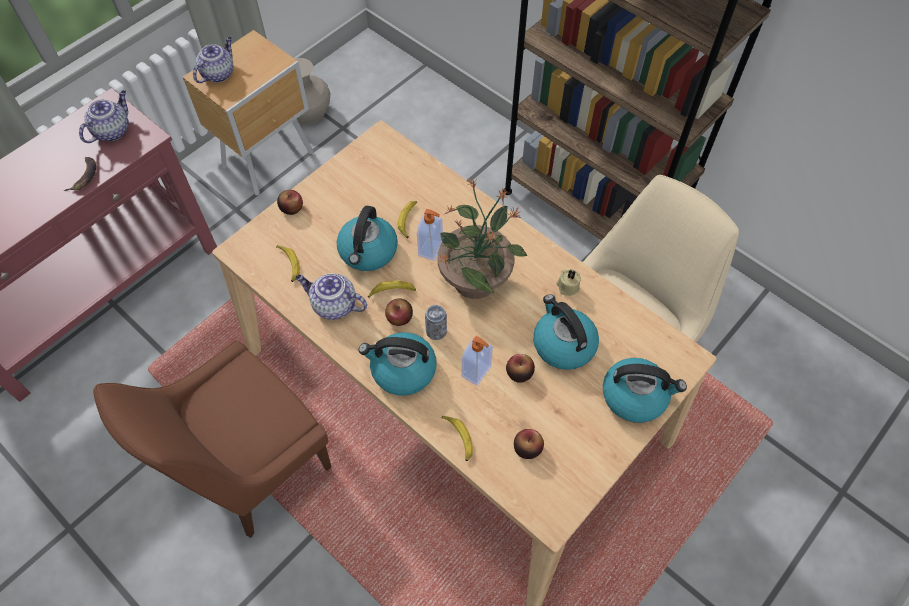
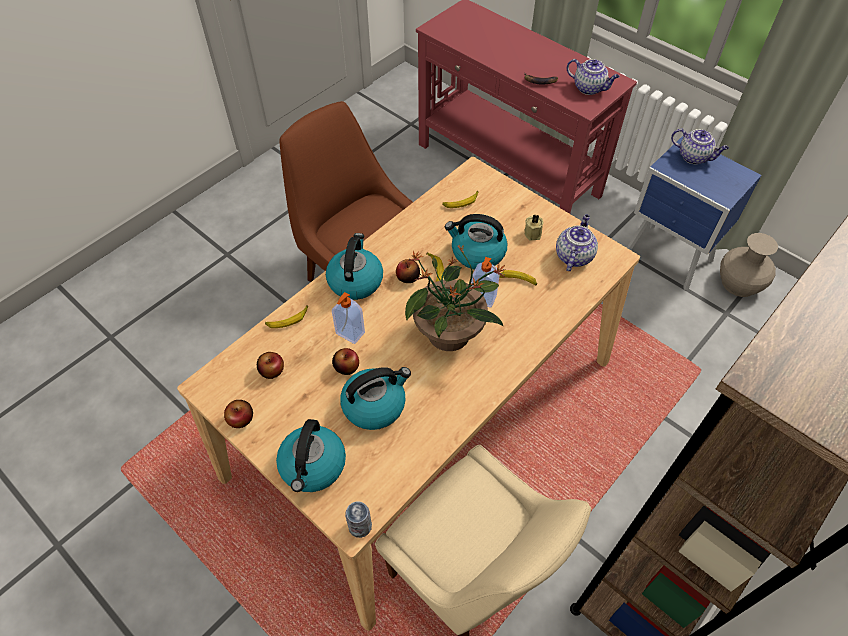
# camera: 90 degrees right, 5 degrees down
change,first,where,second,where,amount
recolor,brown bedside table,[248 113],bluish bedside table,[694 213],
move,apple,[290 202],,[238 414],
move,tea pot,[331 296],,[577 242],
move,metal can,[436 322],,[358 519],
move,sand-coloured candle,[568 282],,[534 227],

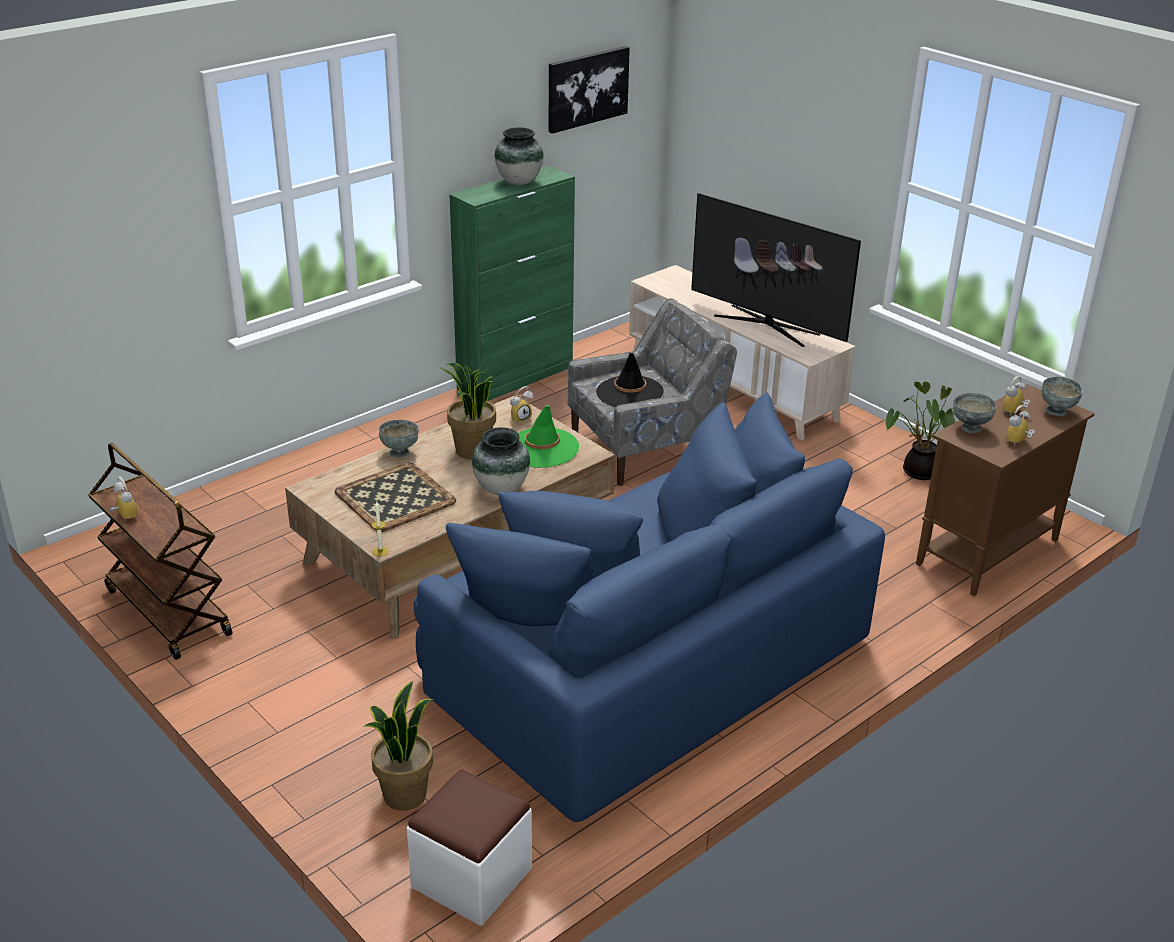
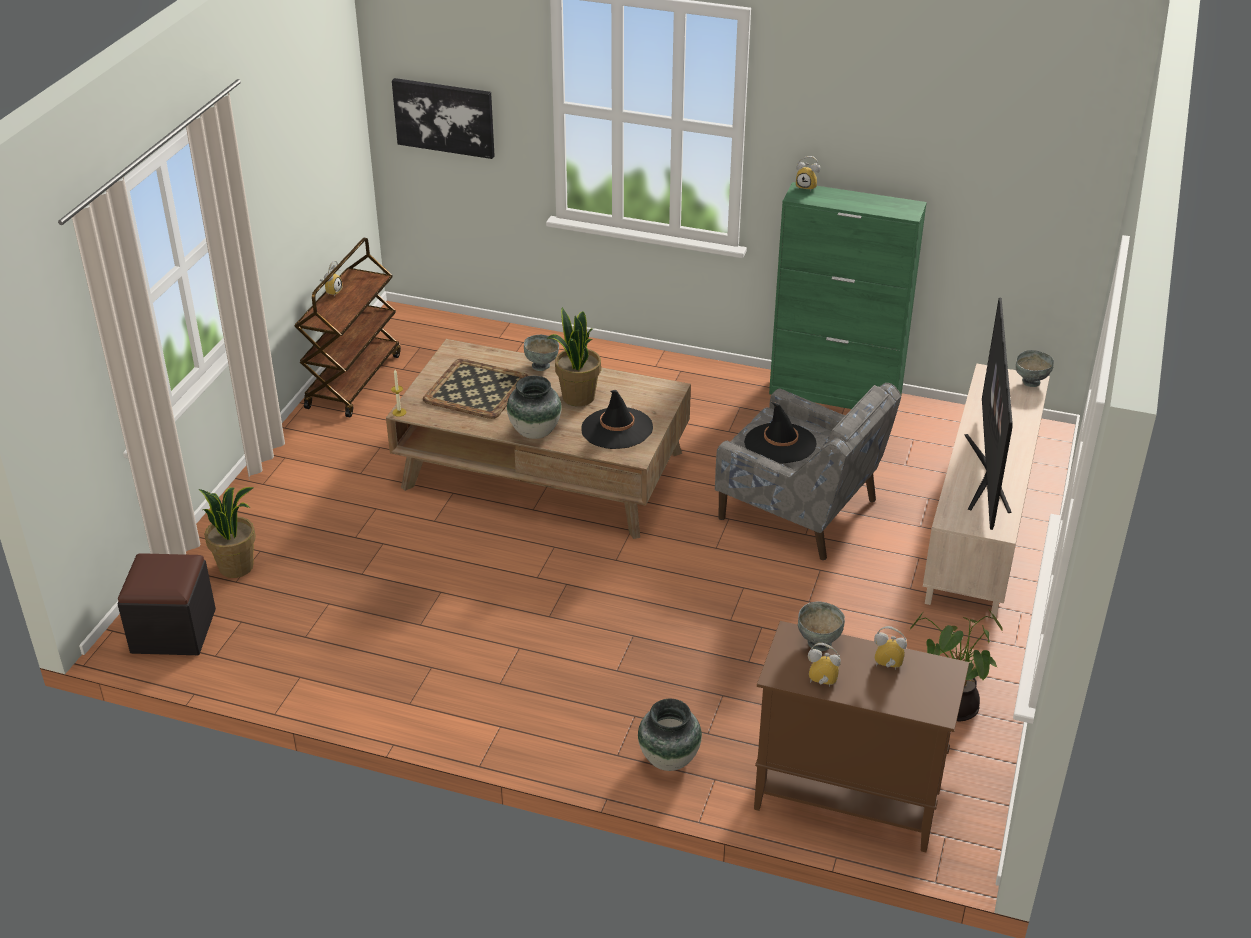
# camera: 60 degrees right, 5 degrees up
change,first,where,second,where,amount
recolor,whitish pouffe,[469 848],black pouffe,[167 604],
delete,bluish settee,[649 607],,,
move,flower vase,[519 156],,[670 735],
move,alarm clock,[521 404],,[808 173],
recolor,green-coloured wearable hat,[548 436],black wearable hat,[617 419],
move,wall art,[589 90],,[443 118],
move,grey serving bowl,[1062 396],,[1035 368],

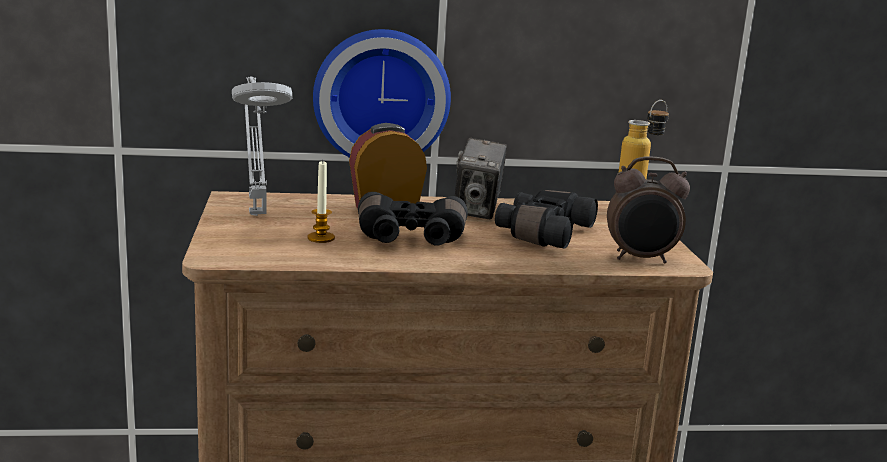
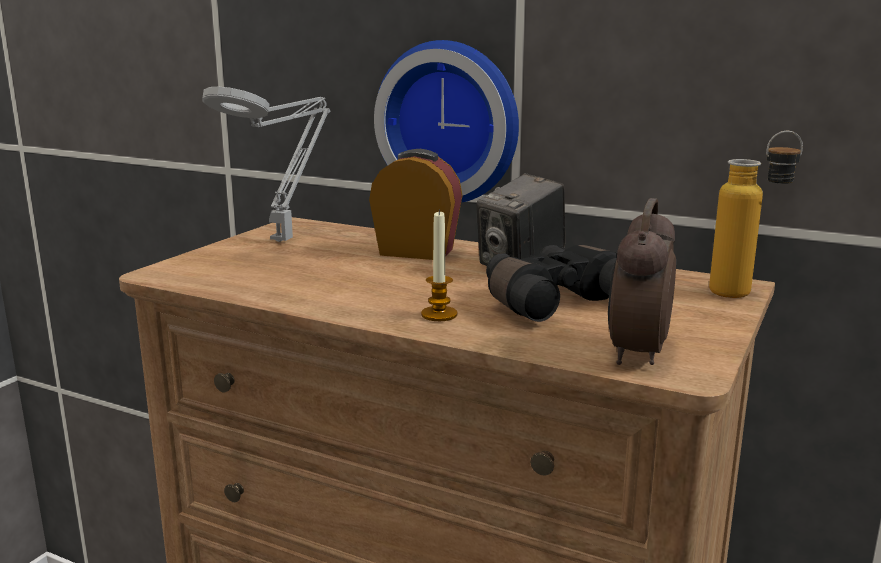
# camera: 35 degrees right, 0 degrees up
change,first,where,second,where,amount
move,candle,[321 202],,[439 265],
delete,black binoculars,[413 219],,,
rotate,alarm clock,[648 209],,[642 281],75 degrees clockwise

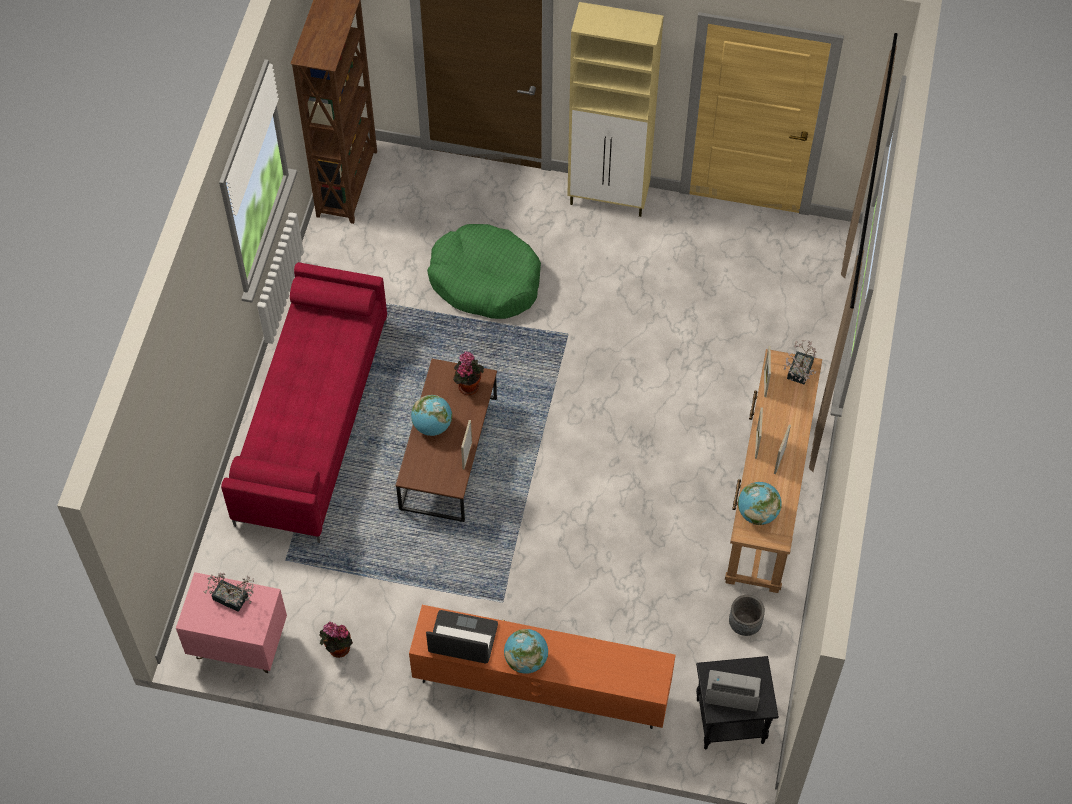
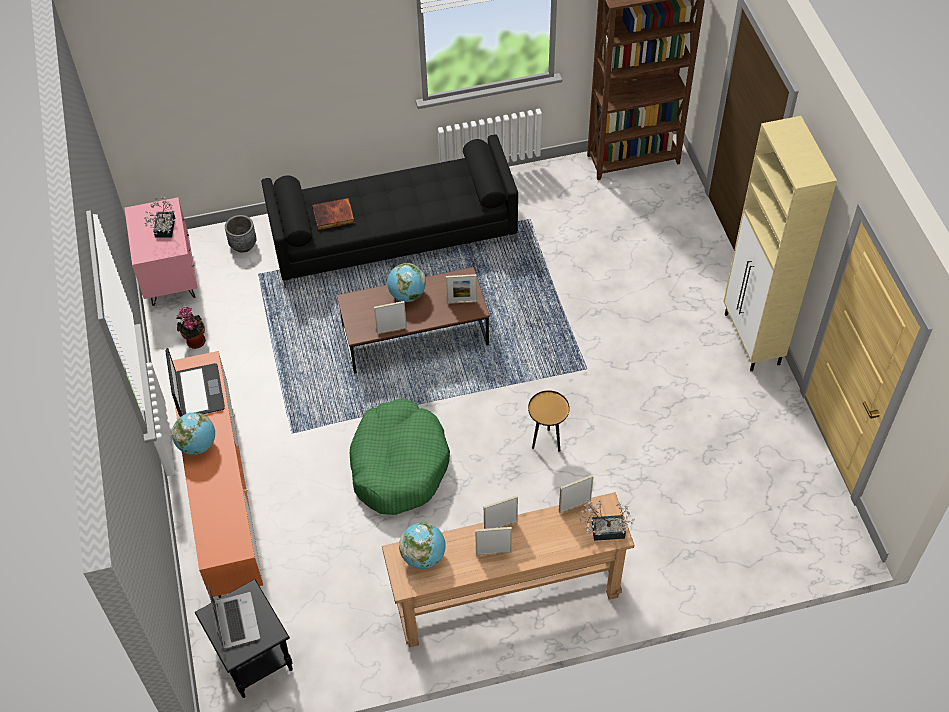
# camera: 65 degrees right, 5 degrees down
change,first,where,second,where,amount
recolor,red-coloured settee,[304 402],black settee,[389 211],
move,green-coloured dog cushion,[484 271],,[399 456],
replace,houseplant,[468 373],standing frame,[461 289],
move,grey planter,[747 615],,[241 234],
insert,,,volume,[333 214],
insert,,,brown accent table,[549 421],

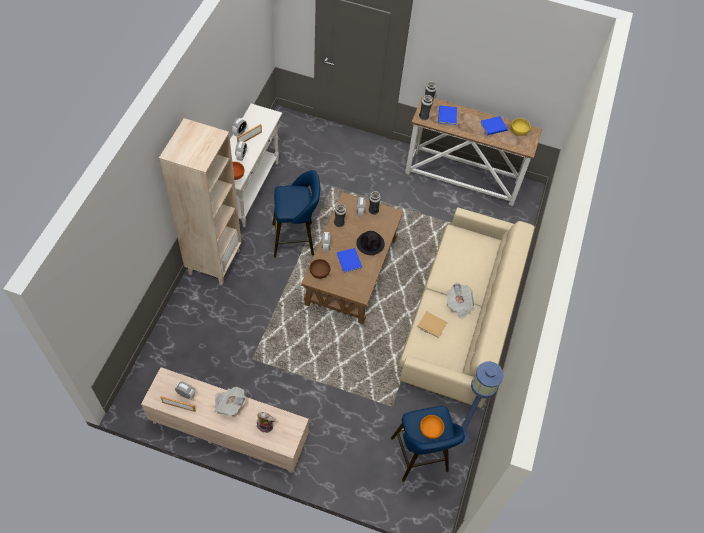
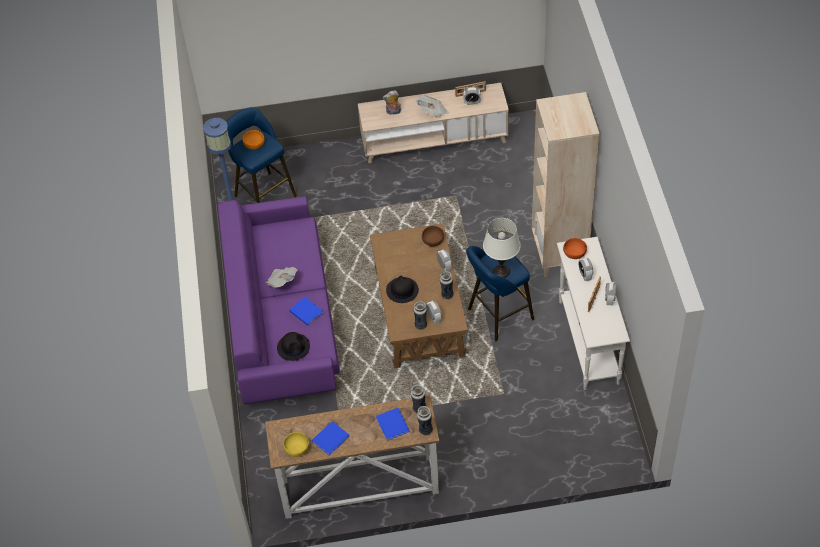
# camera: 160 degrees right, 5 degrees down
change,first,where,second,where,amount
move,bluish volume,[349 260],,[306 311],
recolor,sand-coloured settee,[466 307],purplish settee,[279 300],
delete,sand-coloured volume,[432 324],,,
insert,,,black wearable hat,[293 346],
insert,,,whitish tabletop lamp,[502 248],

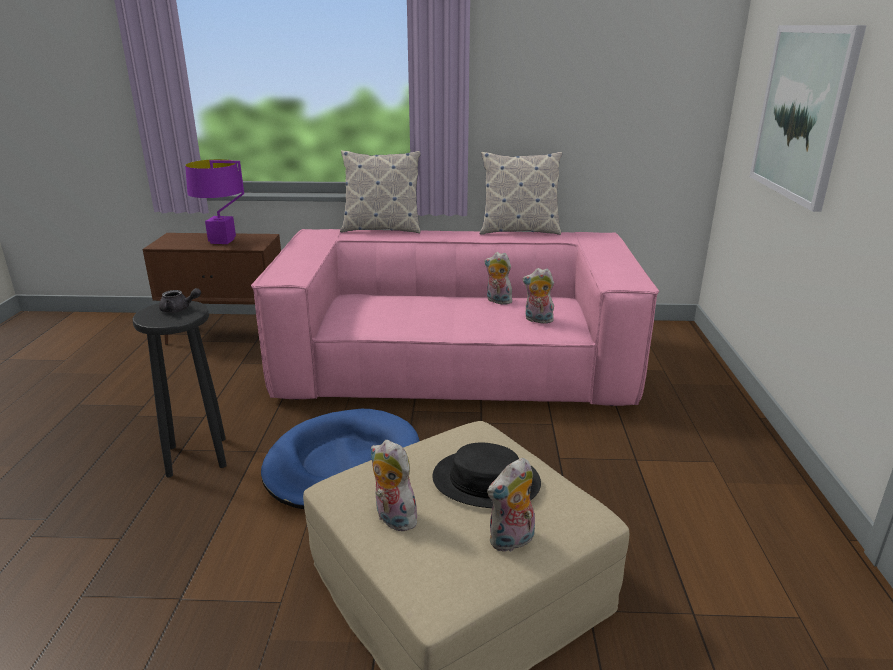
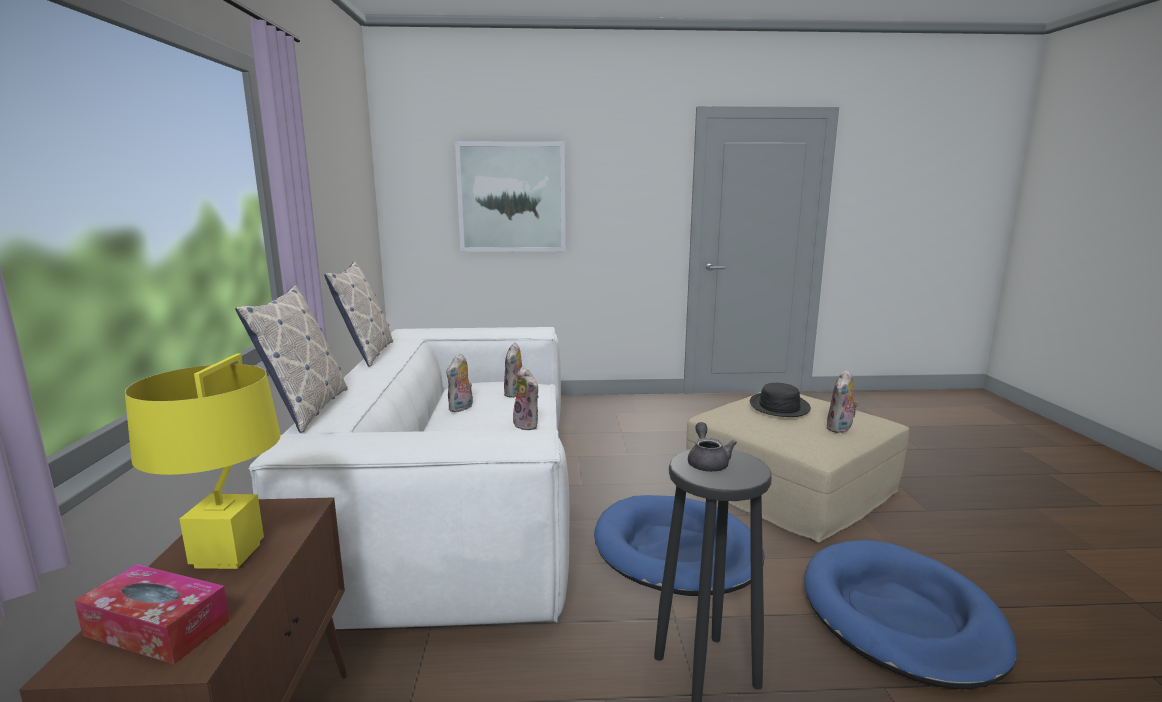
# camera: 95 degrees left, 10 degrees down
change,first,where,second,where,amount
recolor,purplish tabletop lamp,[214 201],yellow tabletop lamp,[203 461],
recolor,pink-coloured settee,[455 317],whitish settee,[409 478],
move,plush toy,[511 505],,[526 398],
insert,,,tissue box,[152 614],
insert,,,bluish dog cushion,[910 614],

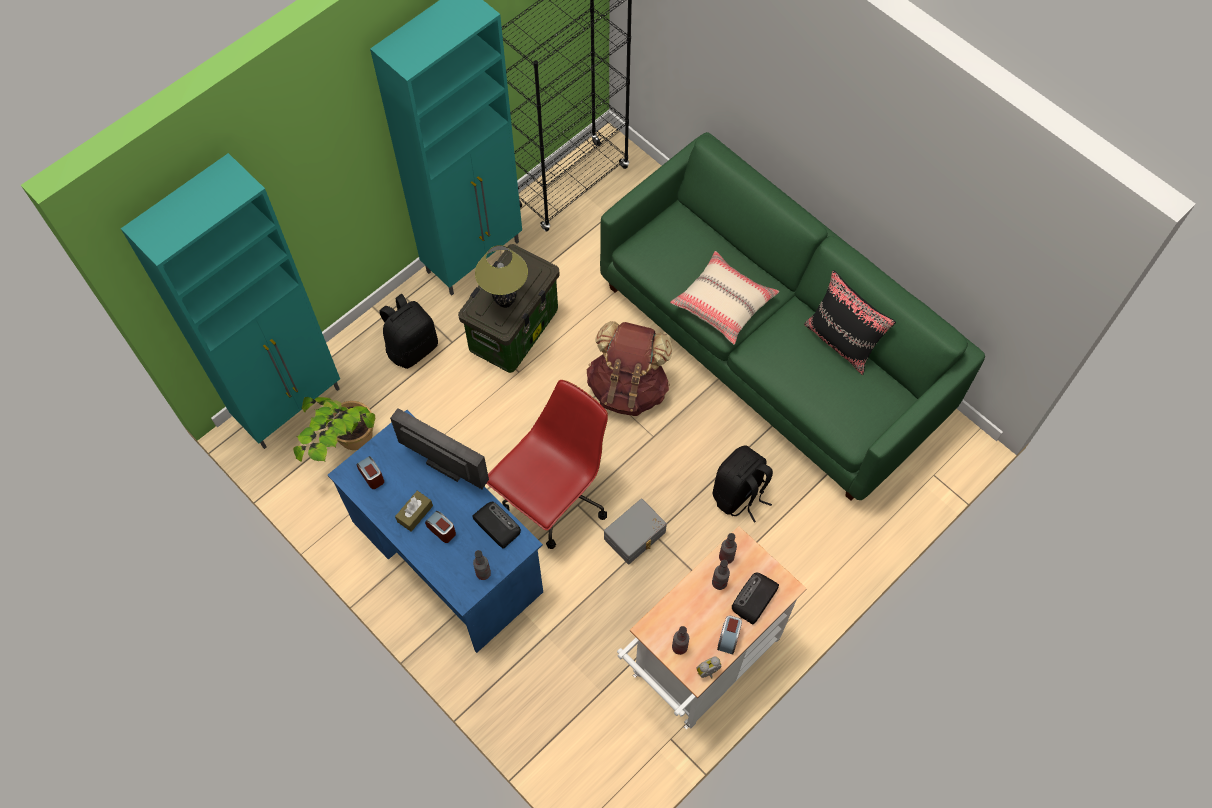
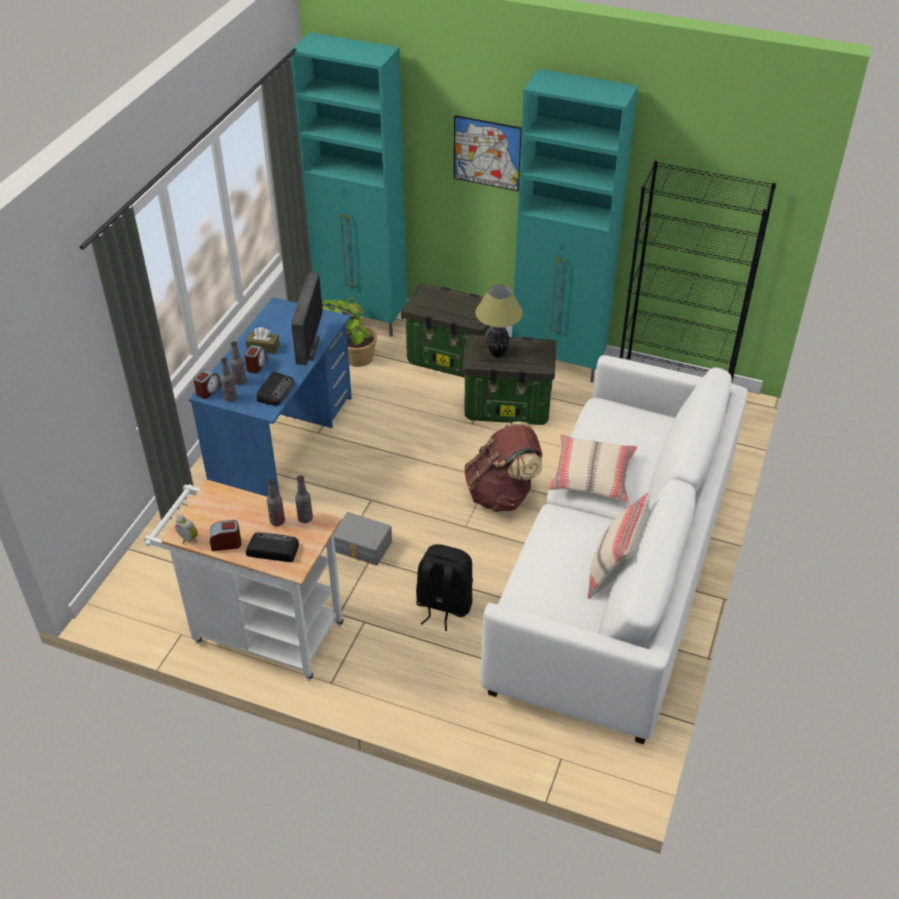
# camera: 65 degrees right, 20 degrees down
change,first,where,second,where,amount
move,alarm clock,[370 472],,[207 384],
replace,black backpack,[408 331],storage bin,[447 330],
delete,red-coloured desk chair,[547 464],,,
recolor,green-coloured settee,[792 316],whitish settee,[614 549],
move,beverage bottle,[680 640],,[238 363],
recolor,black cushion,[850 322],sand-coloured cushion,[619 545],
insert,,,wall art,[488 153],

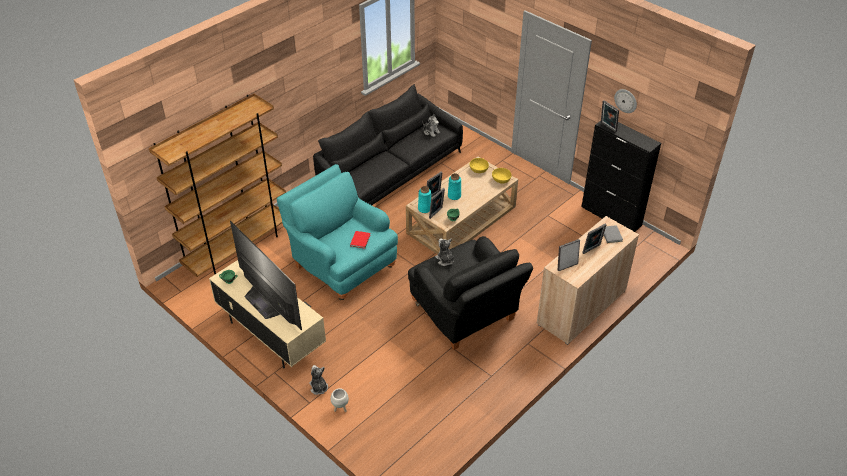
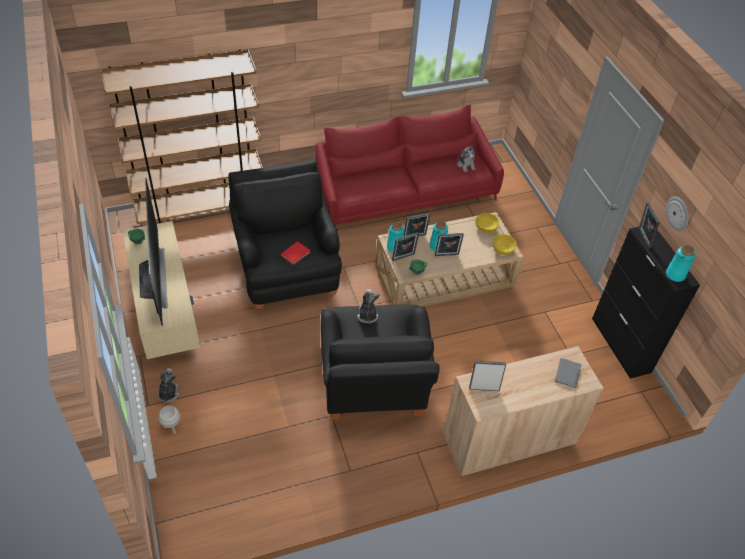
# camera: 25 degrees right, 5 degrees up
change,first,where,second,where,amount
recolor,blue-green easy chair,[337 232],black easy chair,[285 235],
recolor,black settee,[388 144],red-coloured settee,[409 165],
move,standing frame,[594 239],,[449 244],
insert,,,blue-green flower vase,[681 263],

